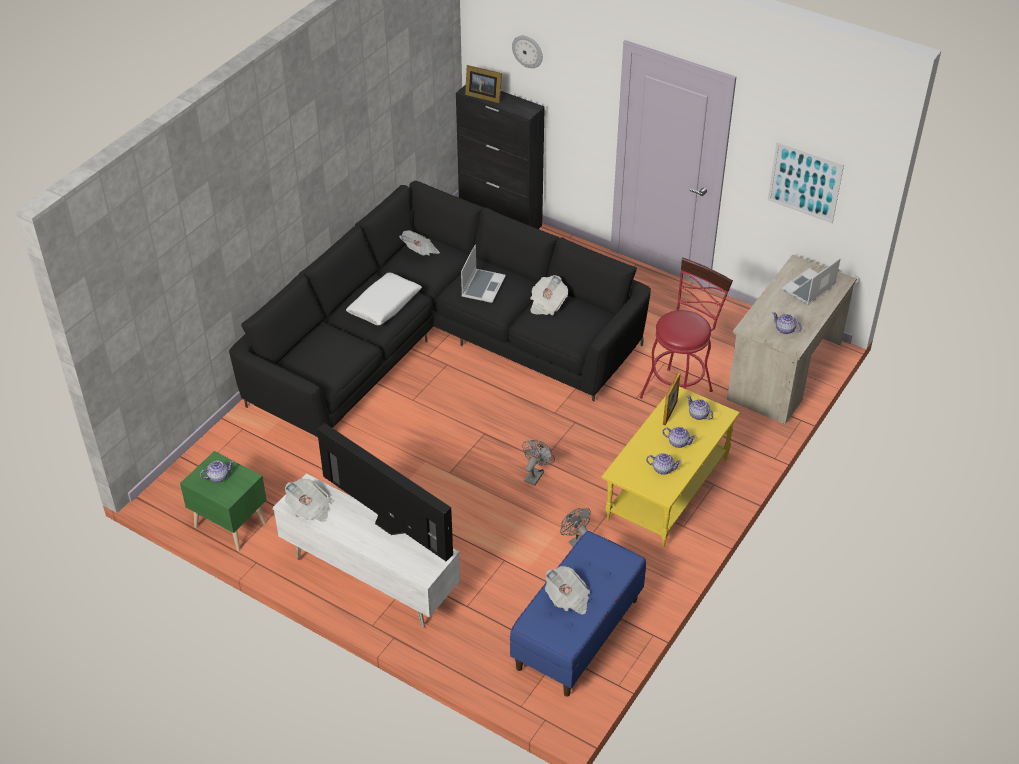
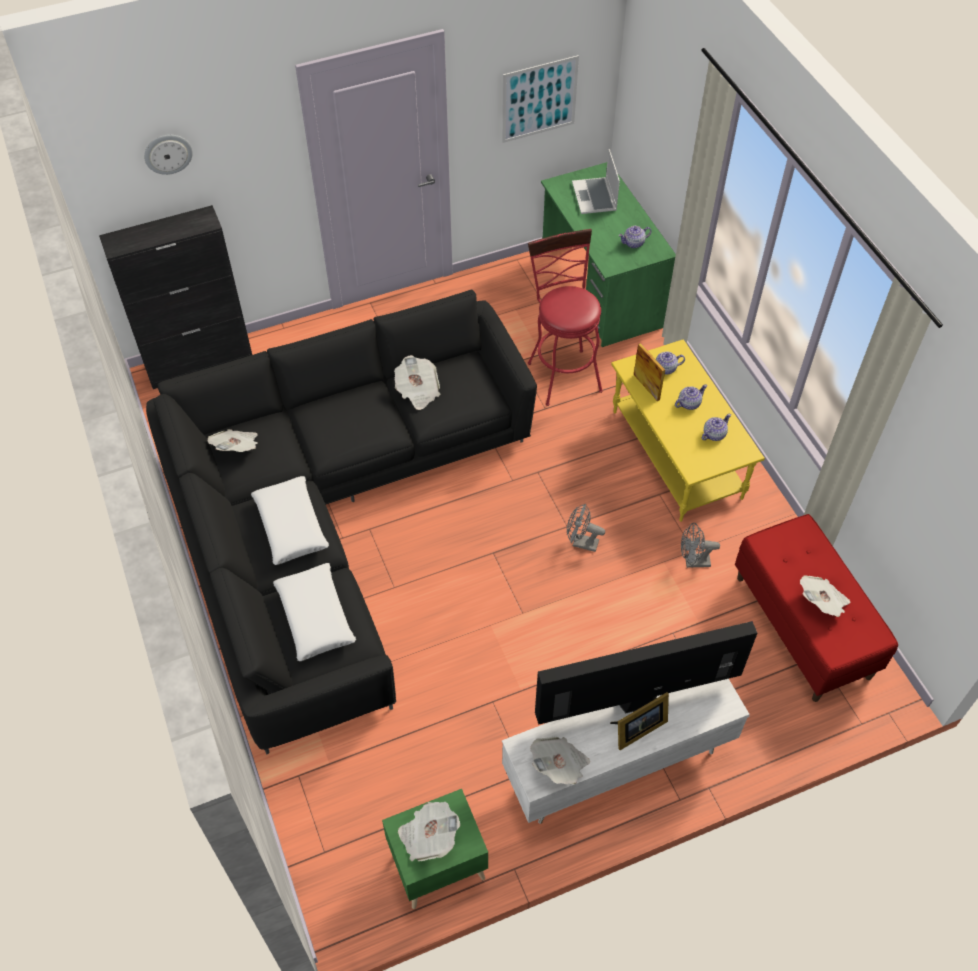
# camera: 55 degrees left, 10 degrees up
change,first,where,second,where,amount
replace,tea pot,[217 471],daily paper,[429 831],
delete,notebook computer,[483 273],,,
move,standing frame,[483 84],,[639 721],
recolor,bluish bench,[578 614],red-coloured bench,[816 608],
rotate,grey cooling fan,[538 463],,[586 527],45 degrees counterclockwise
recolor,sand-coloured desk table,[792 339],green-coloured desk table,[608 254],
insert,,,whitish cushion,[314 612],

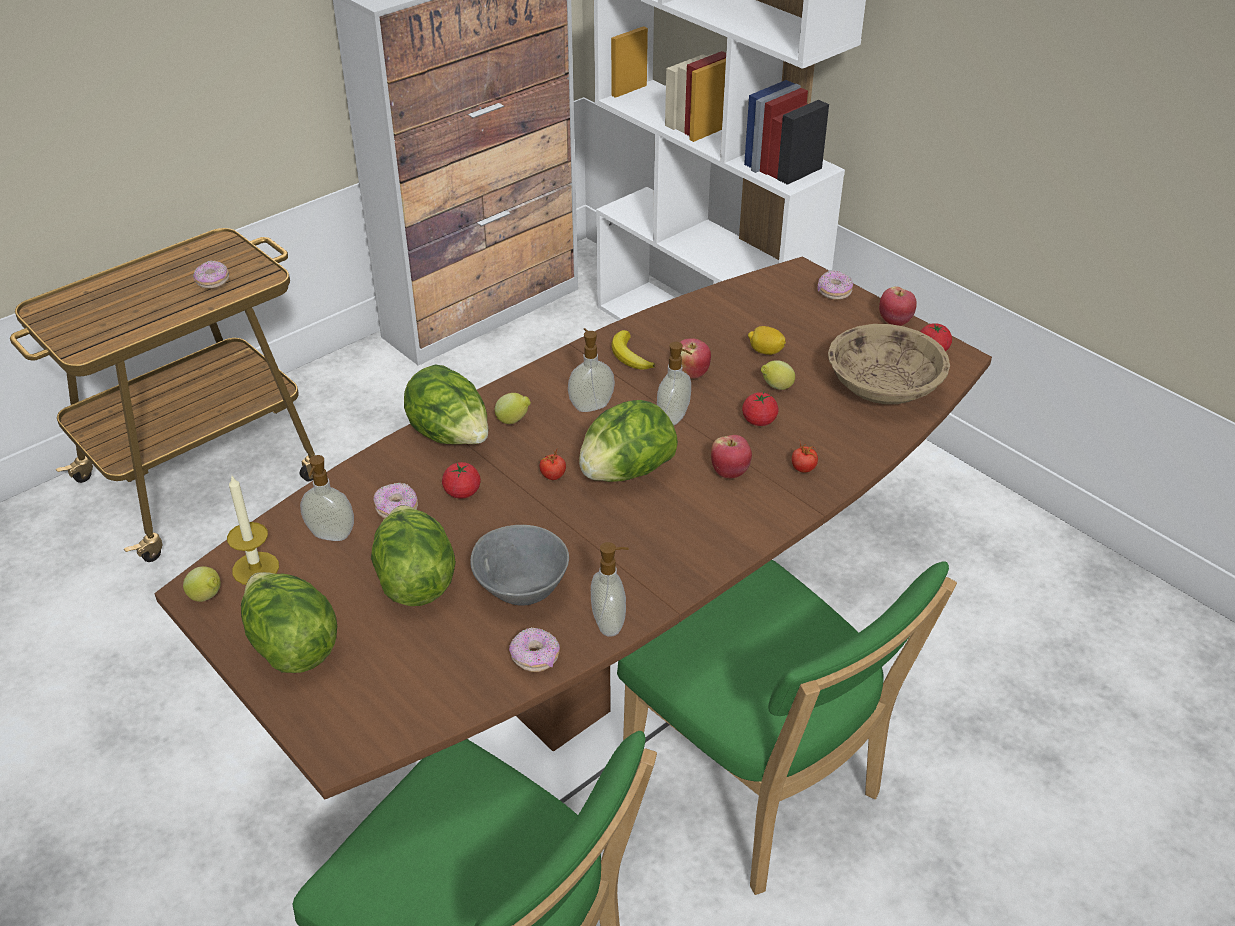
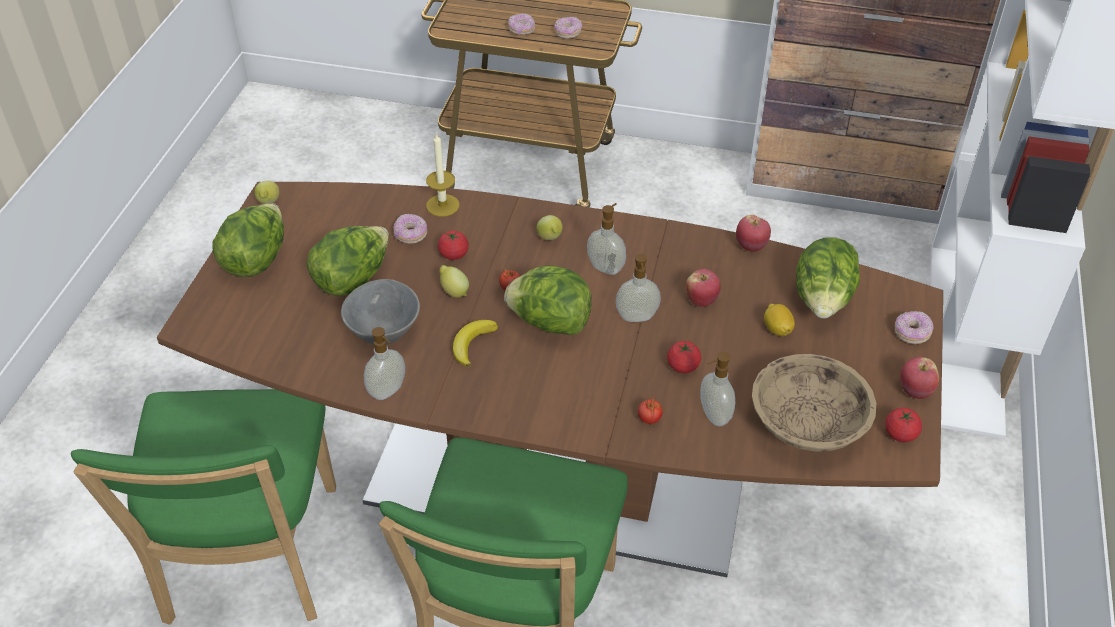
# camera: 55 degrees right, 5 degrees up
change,first,where,second,where,amount
move,candle,[253 529],,[443 174],
move,soap bottle,[327 498],,[717 389],
move,lettuce head,[446 404],,[828 278],
move,ring doughnut,[534 649],,[521 24],
move,whole banana,[633 350],,[475 343],
move,apple,[731 457],,[753 233],
move,whole lemon,[778 375],,[454 281],

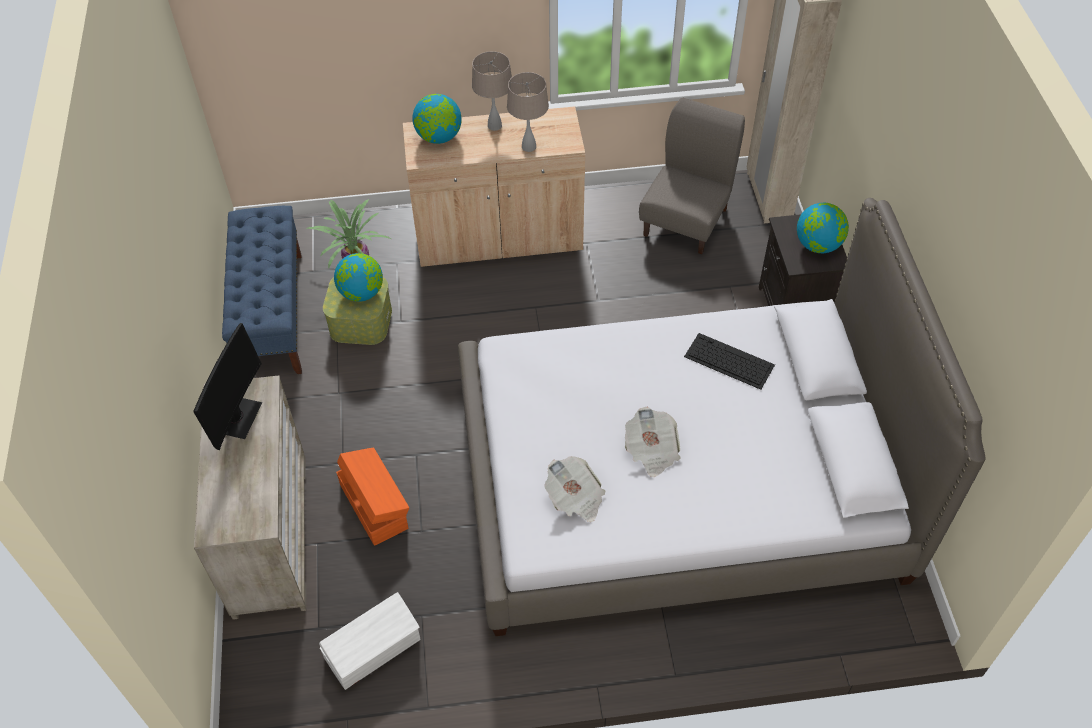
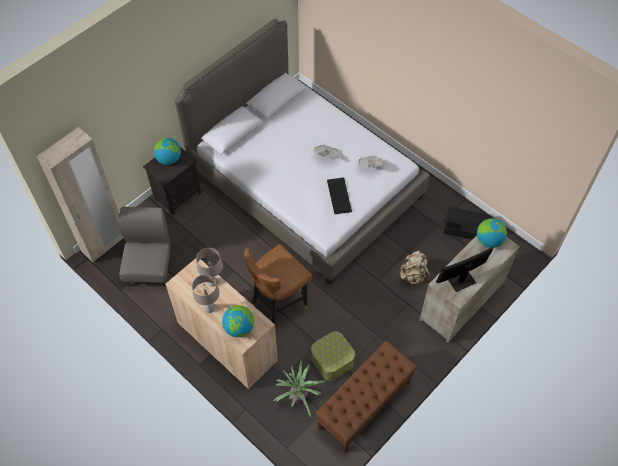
# camera: 130 degrees left, 5 degrees up
change,first,where,second,where,amount
recolor,bluish bench,[262 290],brown bench,[366 397],
recolor,whitish storage bin,[369 641],black storage bin,[467 223],
move,globe,[358 277],,[492 233],
replace,orange-coloured storage bin,[372 496],sand-coloured backpack,[414 267],
rotate,grey upright chair,[692 176],,[144 247],105 degrees clockwise
move,computer keyboard,[729 361],,[339 196],
insert,,,brown upright chair,[278 284],

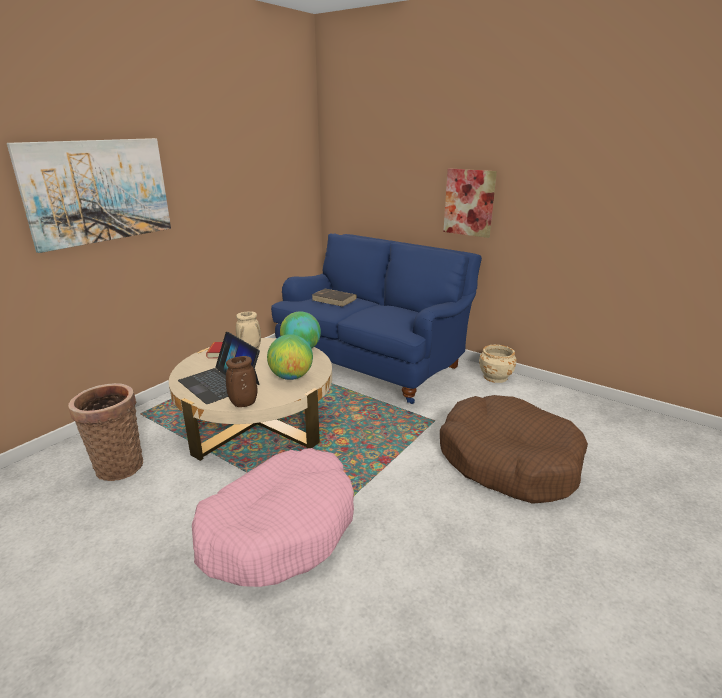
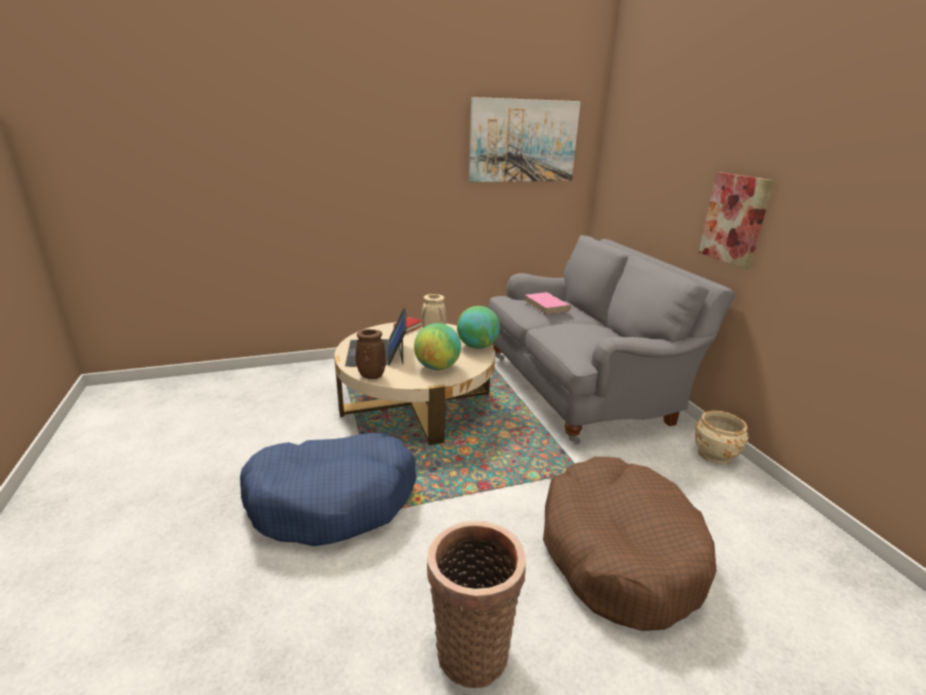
# camera: 35 degrees right, 0 degrees up
change,first,where,second,where,amount
move,wall art,[89 195],,[525 139],
move,household basket,[105 432],,[476 604],
recolor,pink-coloured dog cushion,[273 517],bluish dog cushion,[328 489],
recolor,bluish settee,[376 318],grey settee,[612 340],
recolor,brown volume,[334 298],pink-coloured volume,[548 303],

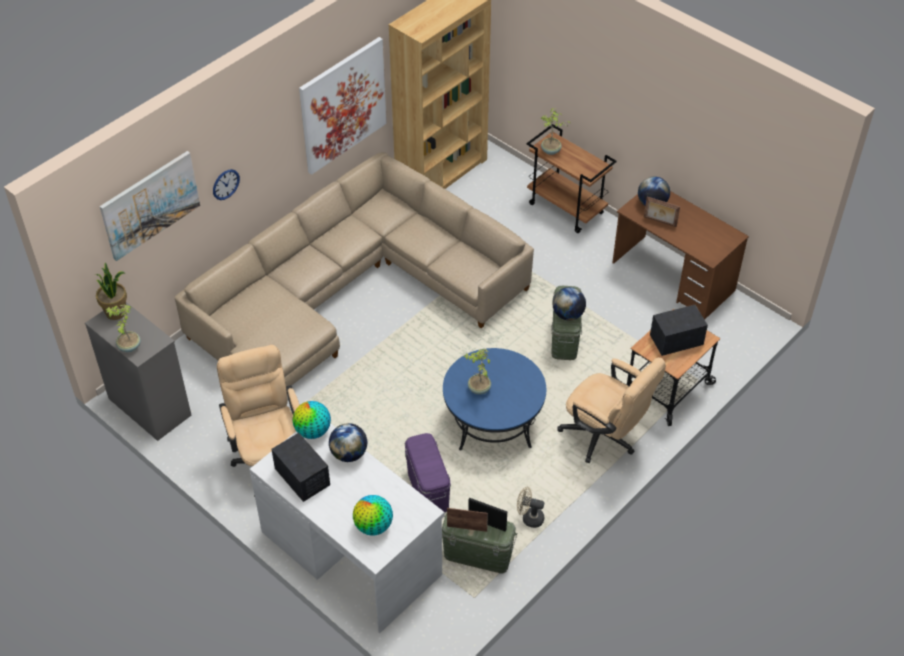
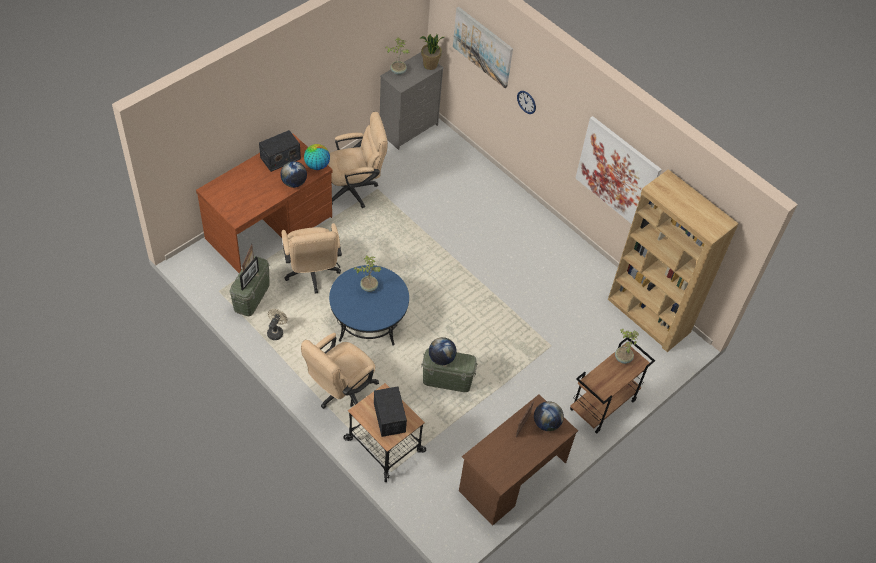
# camera: 90 degrees right, 5 degrees up
change,first,where,second,where,amount
delete,sand-coloured settee,[354 269],,,
recolor,whitish desk table,[347 528],brown desk table,[264 203],
delete,globe,[373 515],,,
replace,purplish storage bin,[428 472],sand-coloured desk chair,[311 258],

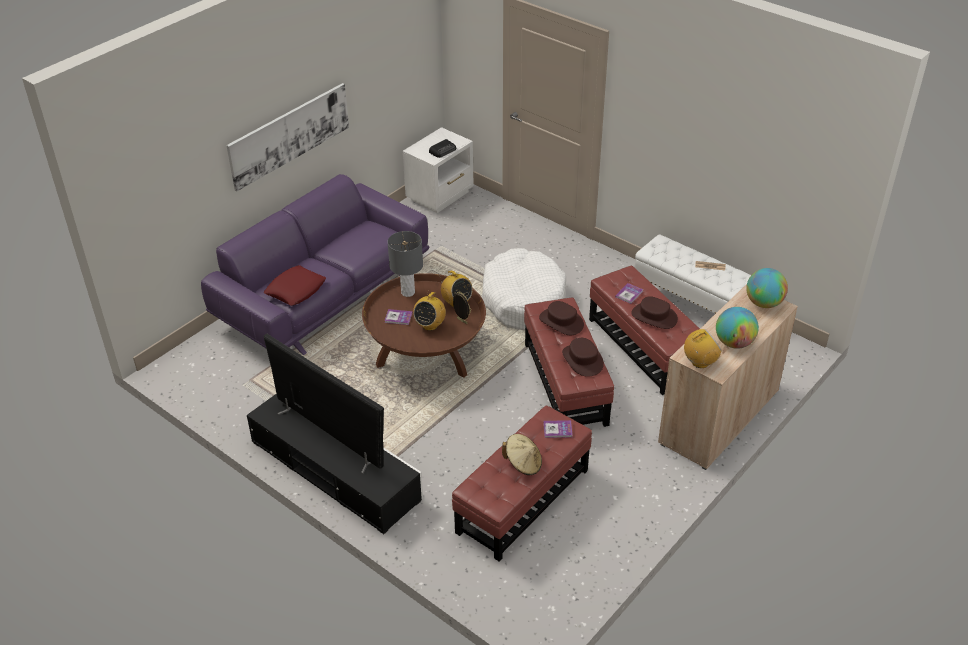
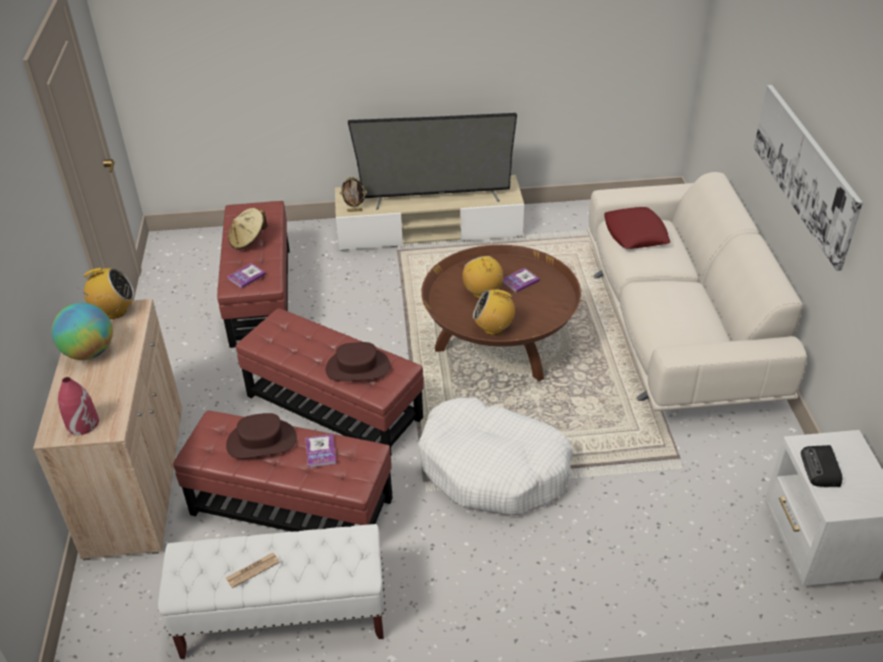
# camera: 135 degrees right, 0 degrees up
change,first,where,second,where,amount
recolor,purplish settee,[315 264],sand-coloured settee,[697 291],
recolor,black tv stand,[335 464],sand-coloured tv stand,[429 213],
delete,grey tabletop lamp,[405 264],,,
move,standing frame,[462 308],,[353 194],
delete,brown wearable hat,[583 357],,,
rotate,radio,[703 348],,[105 293],120 degrees counterclockwise
replace,globe,[767 288],red-coloured flower vase,[78 406],

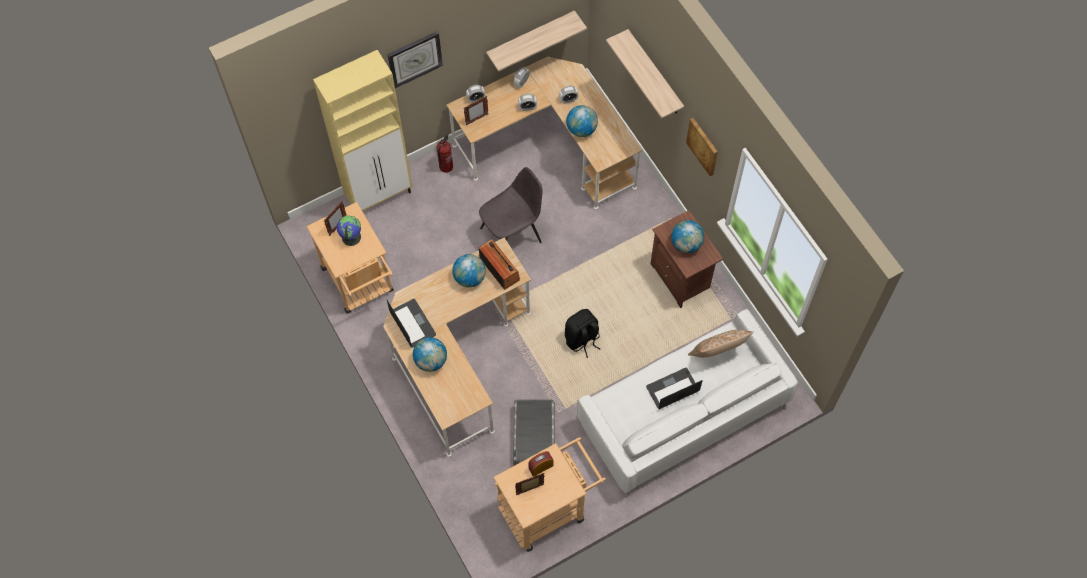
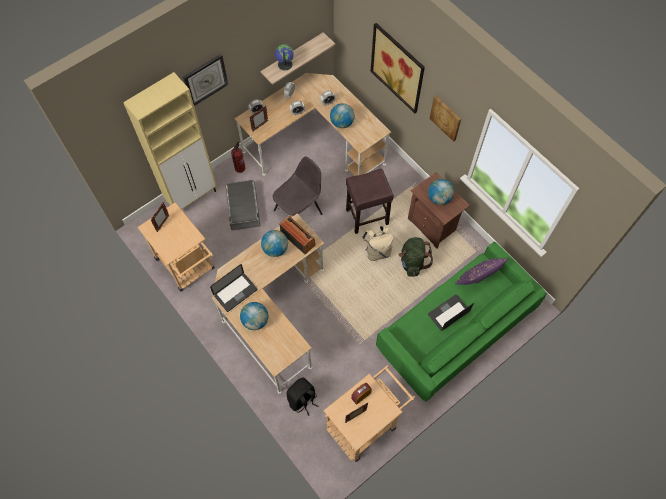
# camera: 10 degrees left, 0 degrees up
change,first,where,second,where,amount
move,globe,[349 230],,[284 57],
rotate,notebook computer,[411 323],,[233 288],90 degrees clockwise
move,grey storage bin,[534 433],,[243 205],
move,black backpack,[582 333],,[302 397],
recolor,whitish settee,[687 401],green-coloured settee,[461 322],
replace,shelf,[645 74],wall art,[398 68],
recolor,sand-coloured cushion,[721 344],purplish cushion,[481 271],
insert,,,brown stool,[370 201],
insert,,,sand-coloured backpack,[377 243],
insert,,,green-coloured backpack,[416 257],

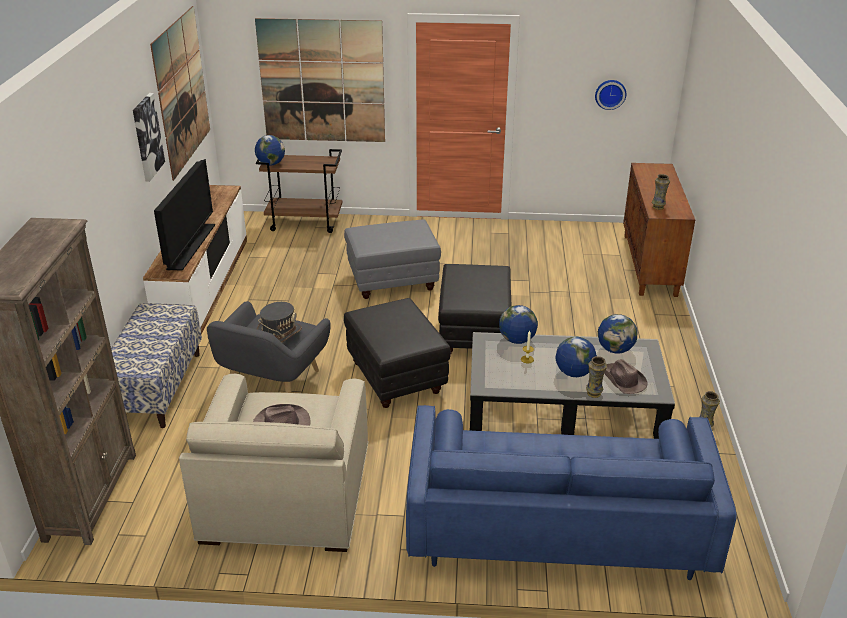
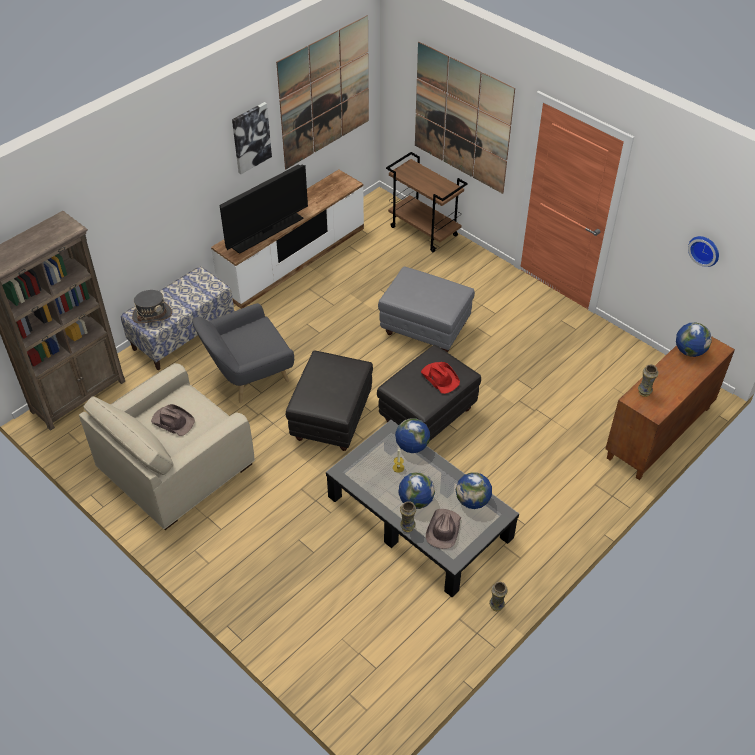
# camera: 40 degrees right, 15 degrees up
change,first,where,second,where,amount
move,globe,[270 150],,[694 340],
move,grey wearable hat,[279 322],,[152 307],
delete,bluish settee,[571 492],,,
insert,,,red-coloured wearable hat,[440 378],

